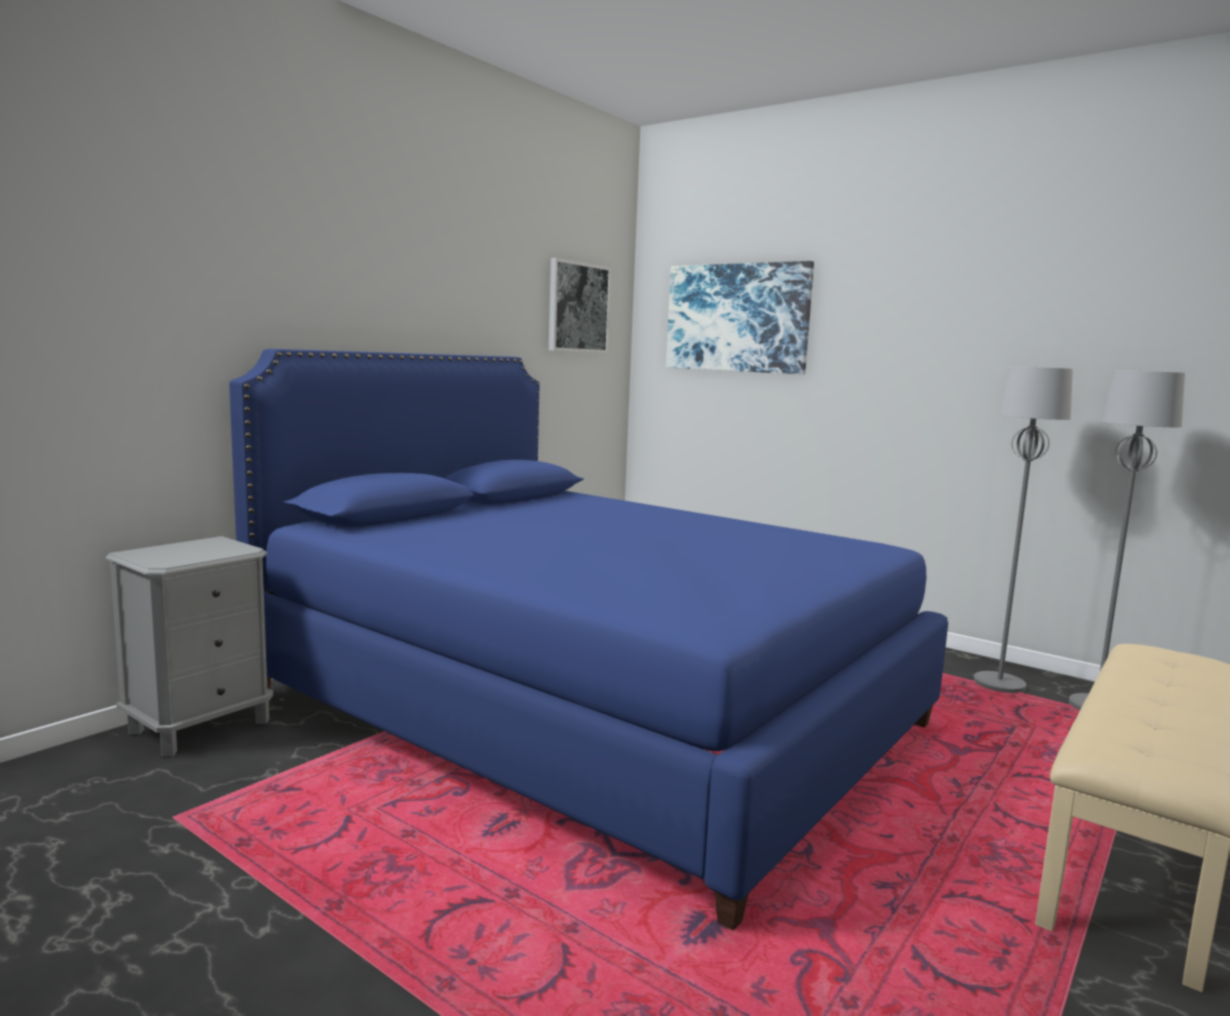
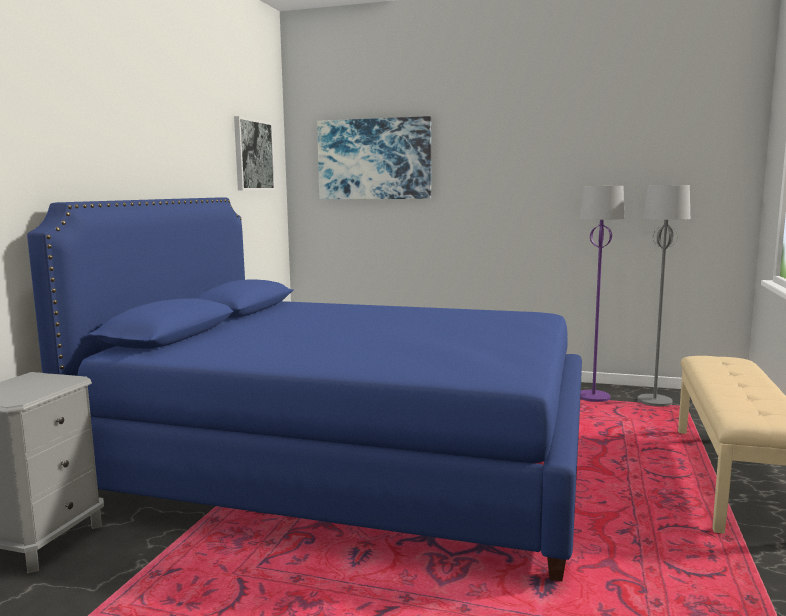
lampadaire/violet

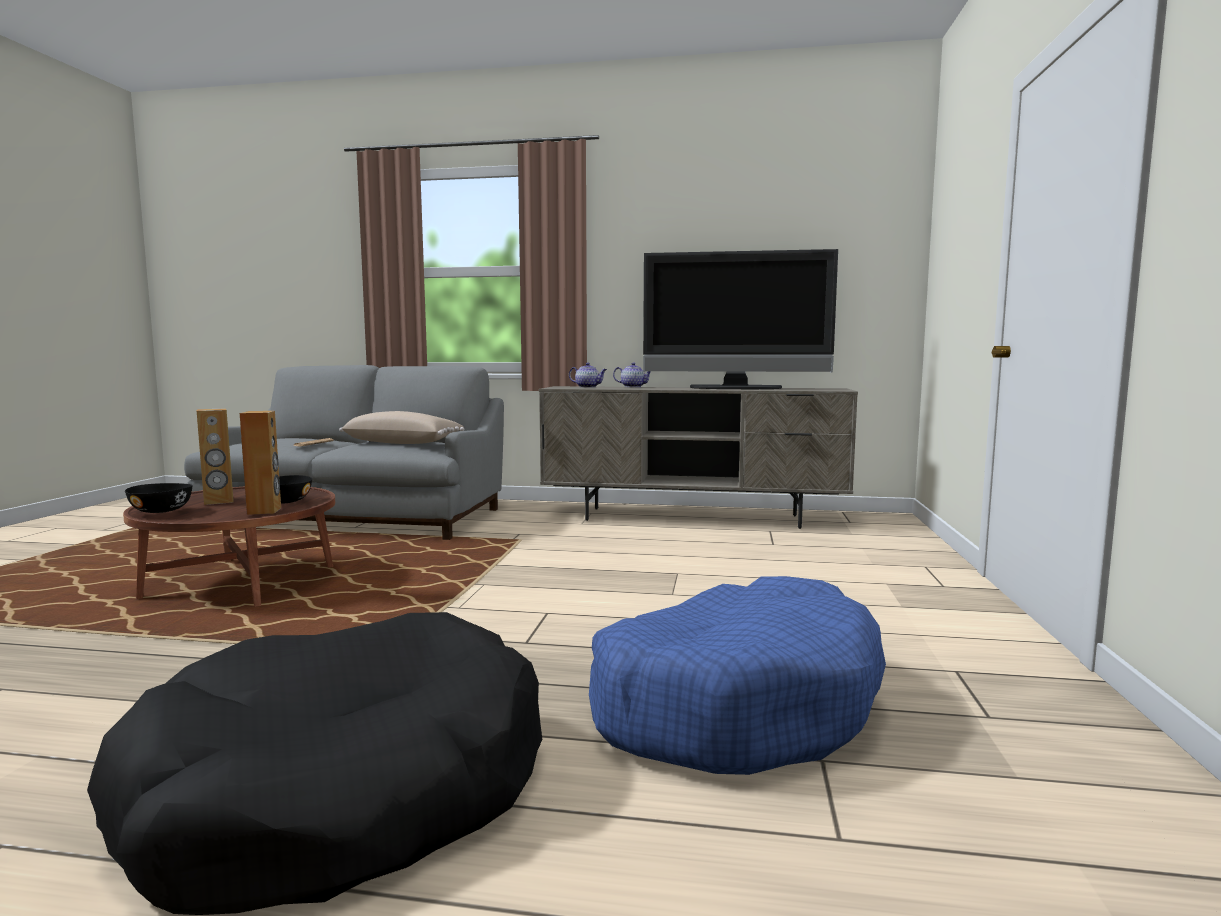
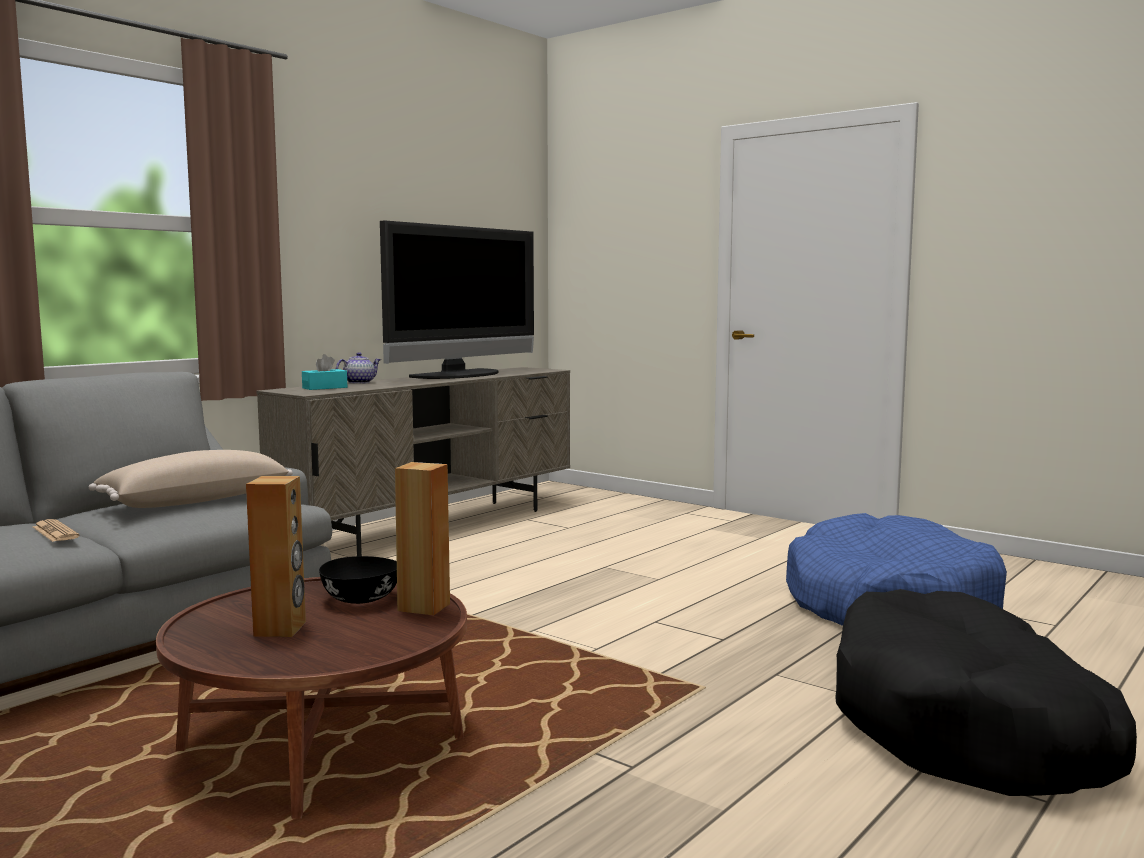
boîte à mouchoirs/turquoise
bol/noir (1st from left in the first image)

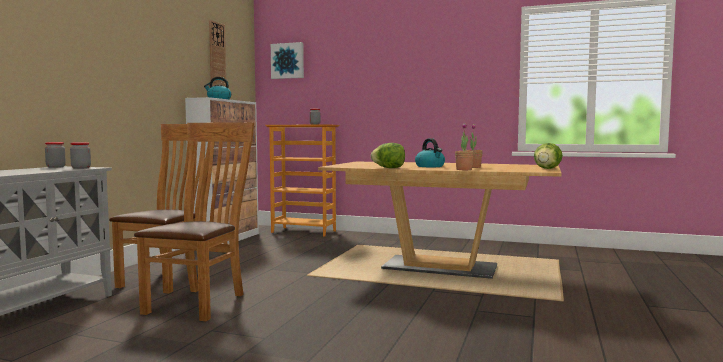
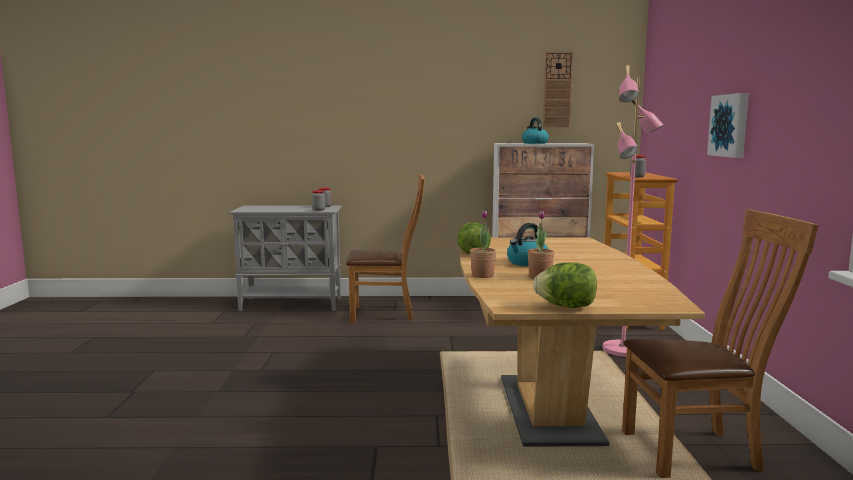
lampadaire/rose
chaise/marron (2nd from left)
tableau

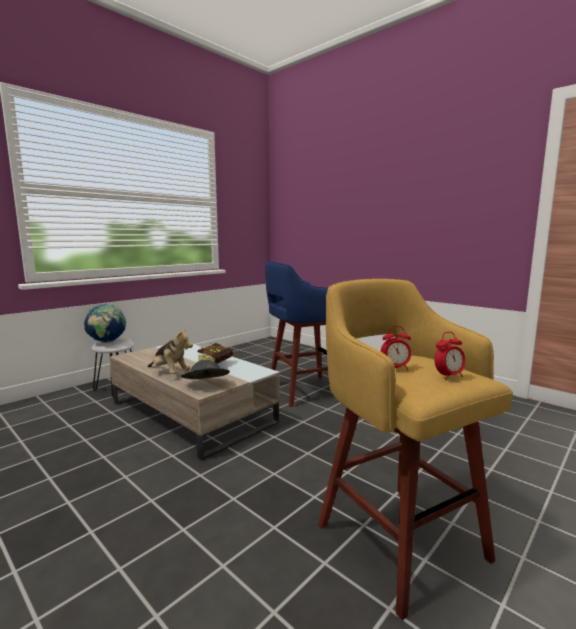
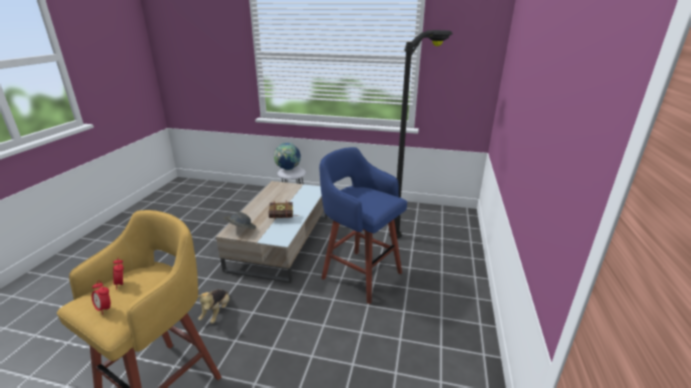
peluche
lampadaire/noir

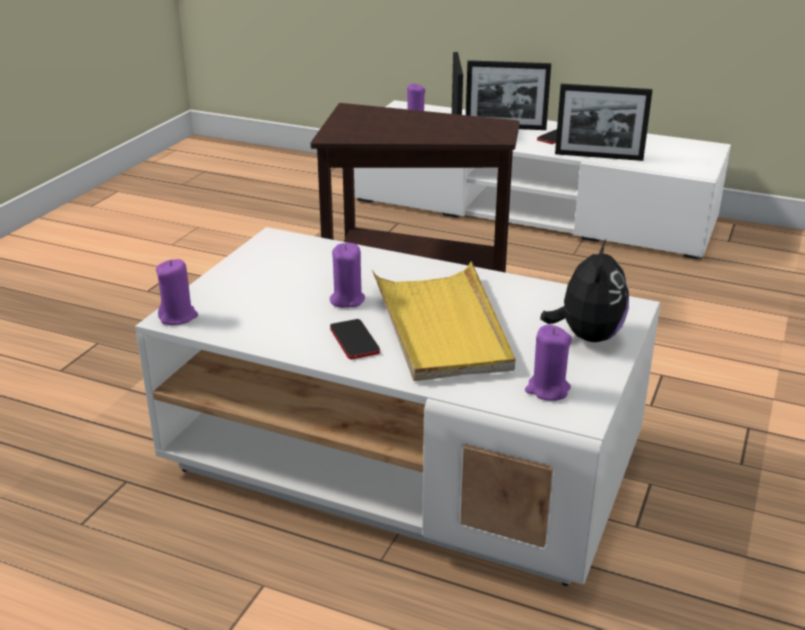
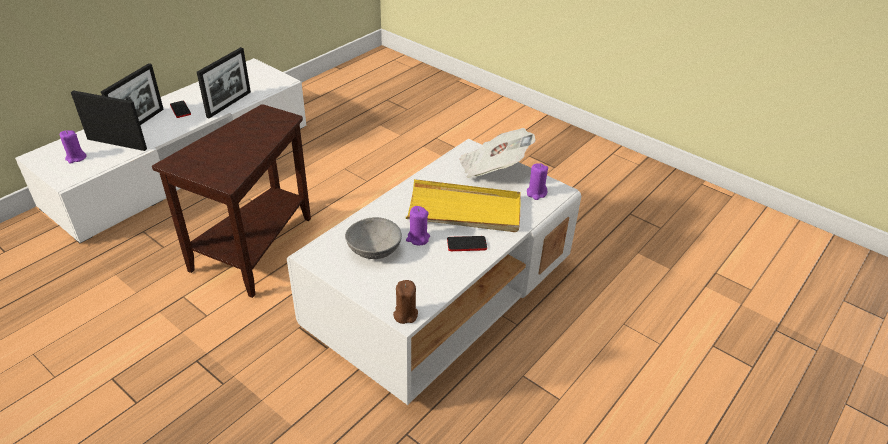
bol/gris
bougie/marron
journal

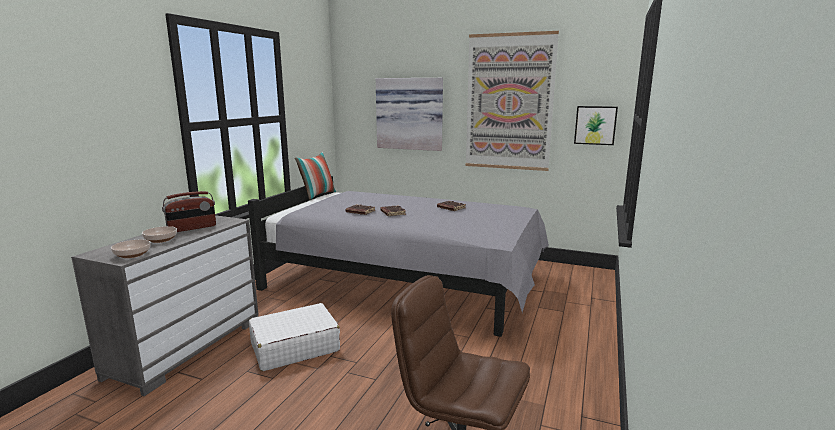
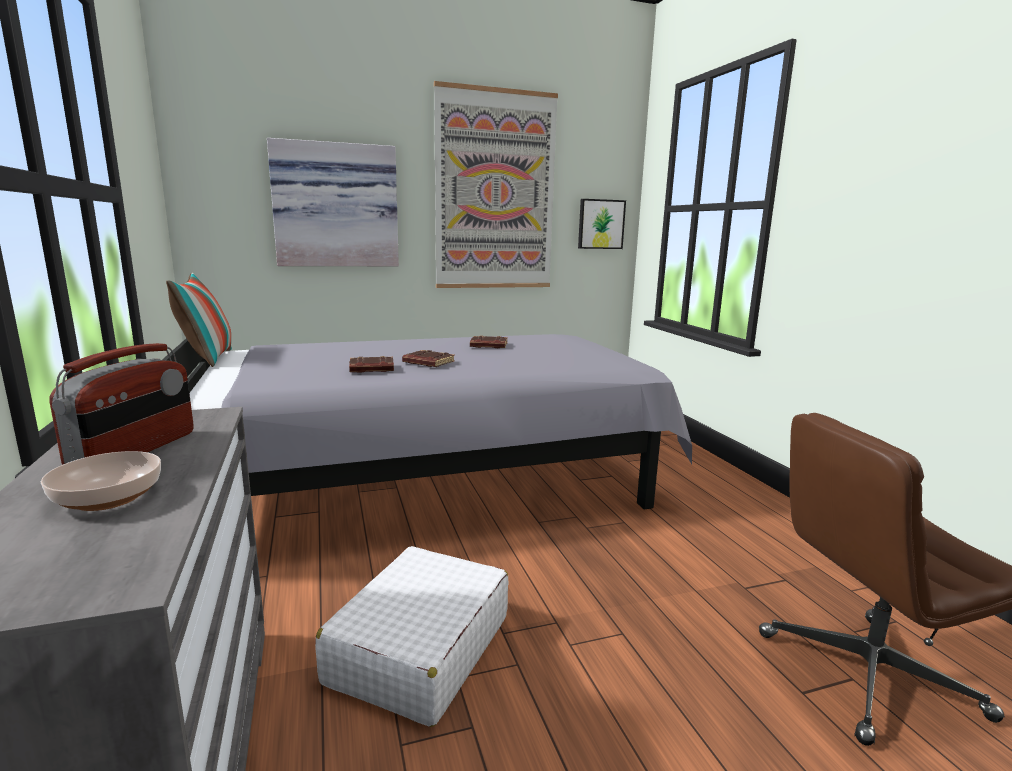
bol (1st from left in the first image)

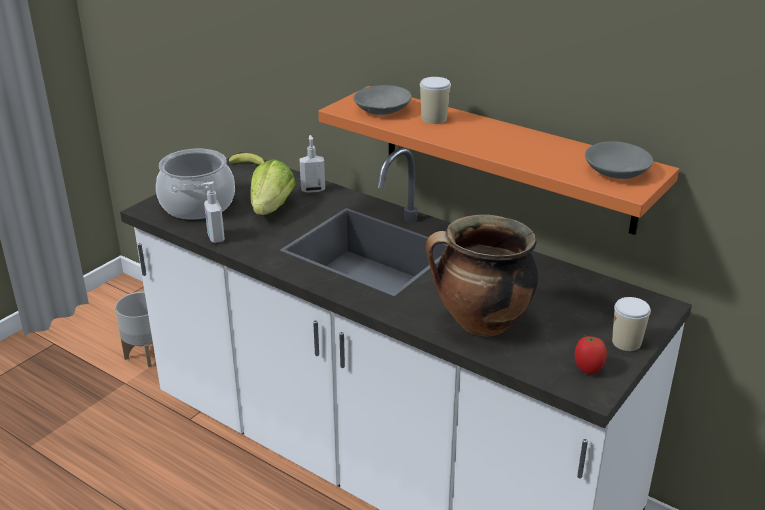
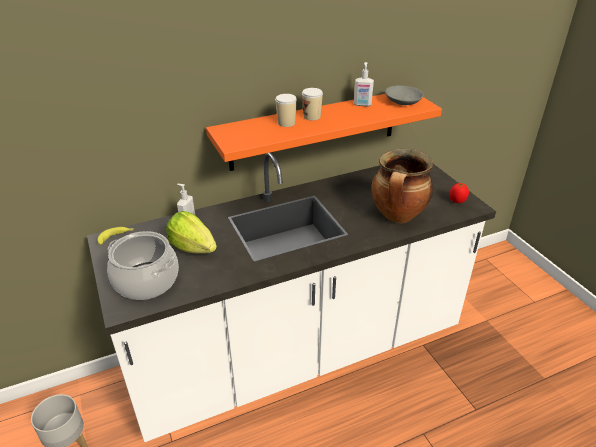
tasse (2nd from left)
distributeur de savon (2nd from left)
bol/gris (1st from left in the first image)

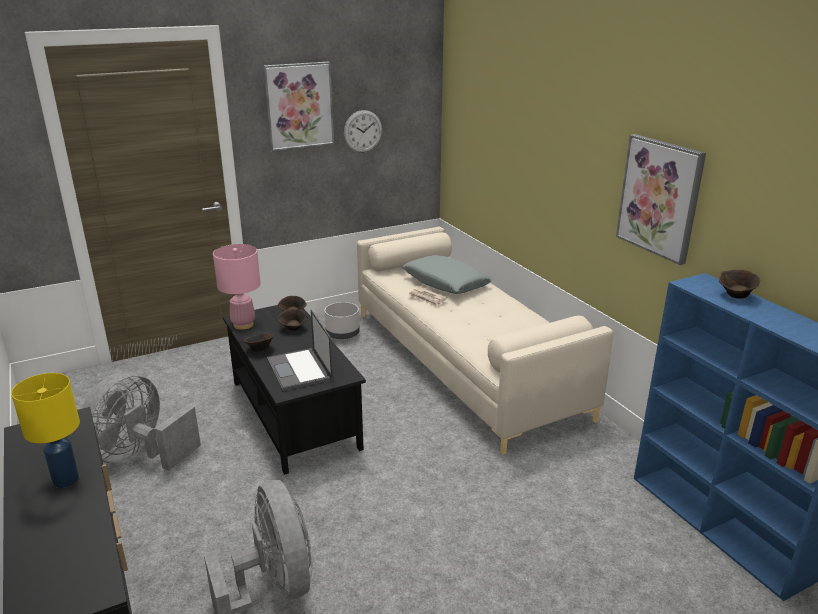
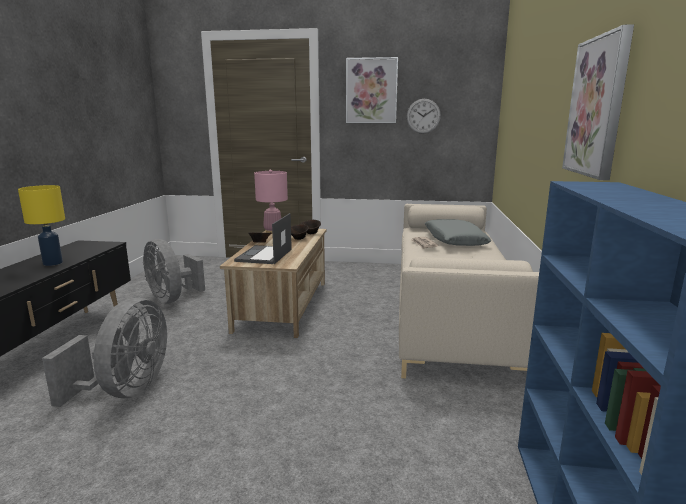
ventilateur/gris (2nd from left)
table basse/beige
cache-pot/gris
bol/marron (4th from left in the first image)

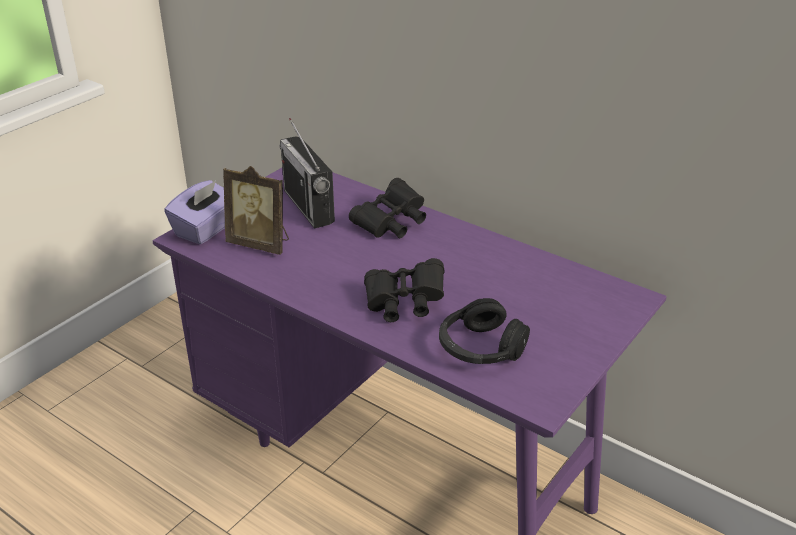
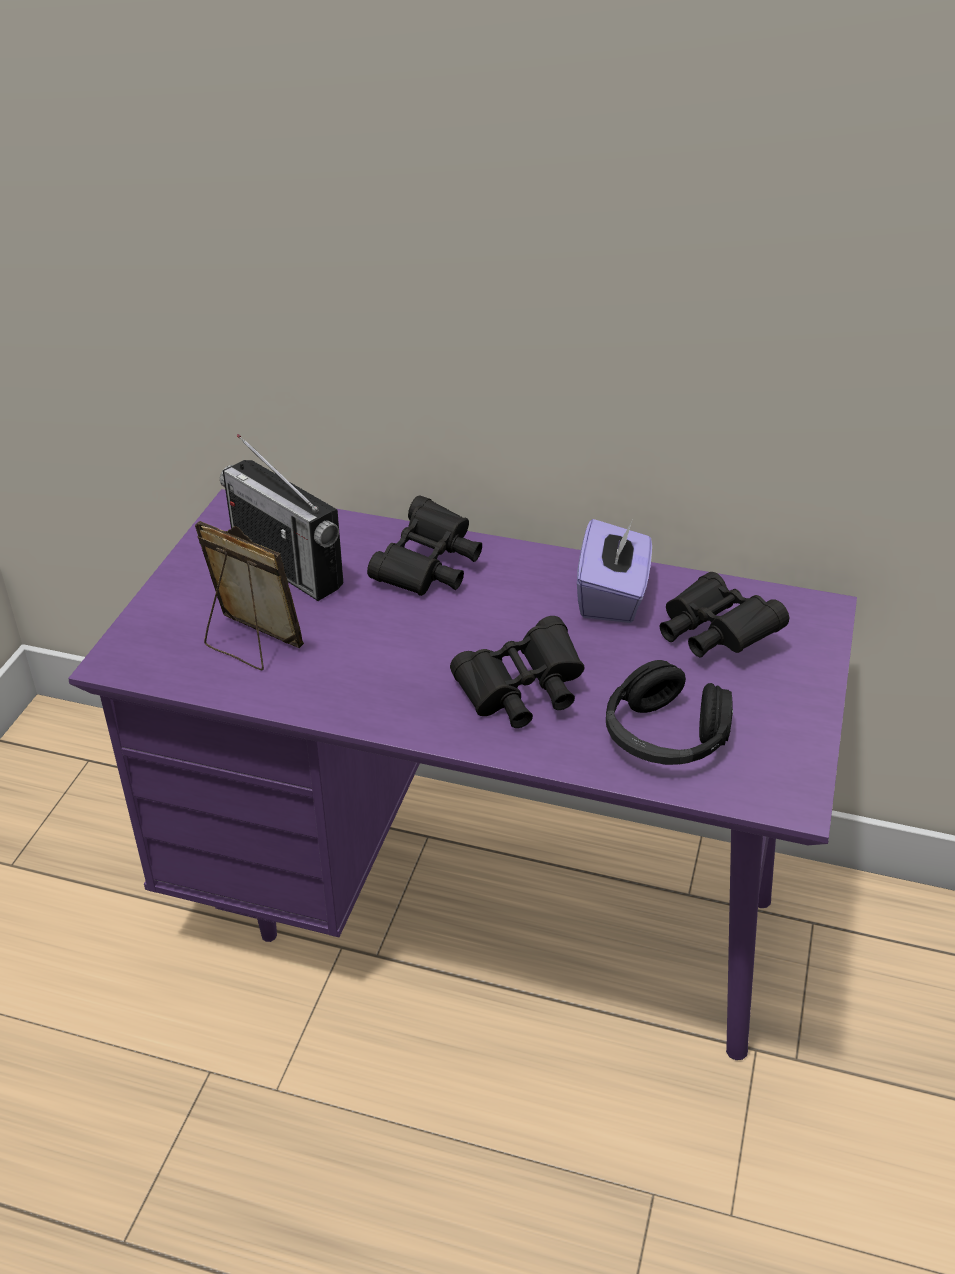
cadre photo
boîte à mouchoirs/violet
jumelles/noir (3rd from left)

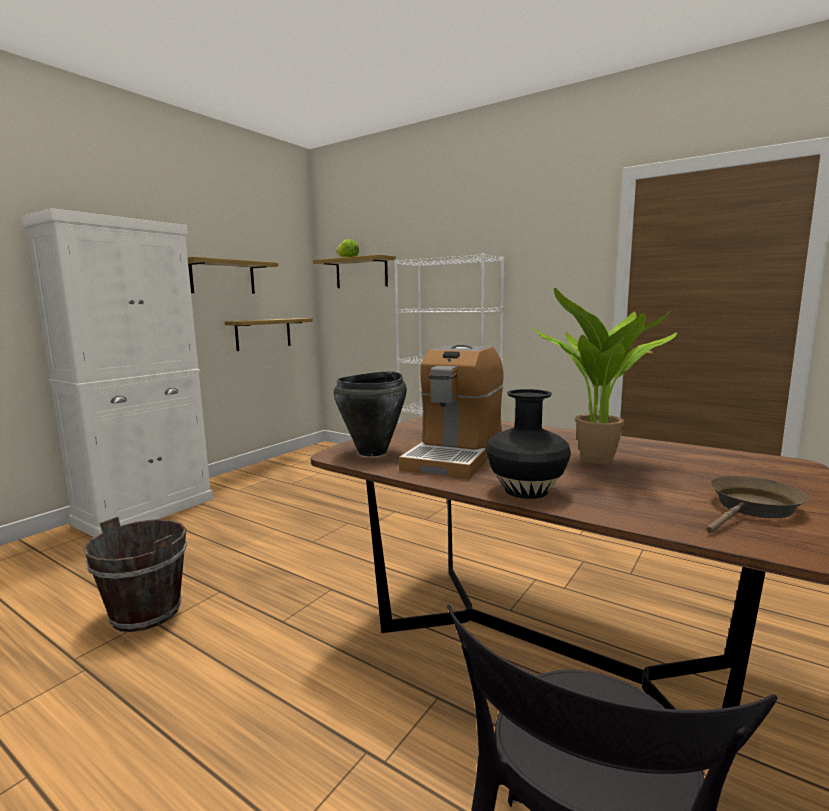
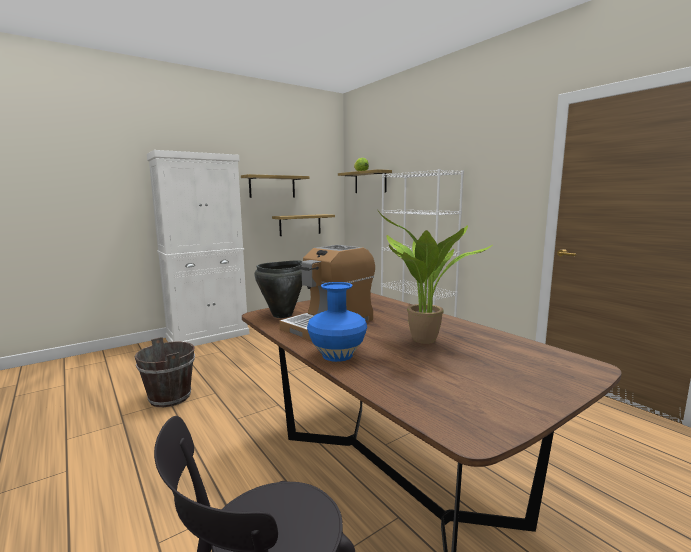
vase/bleu
poêle/marron

